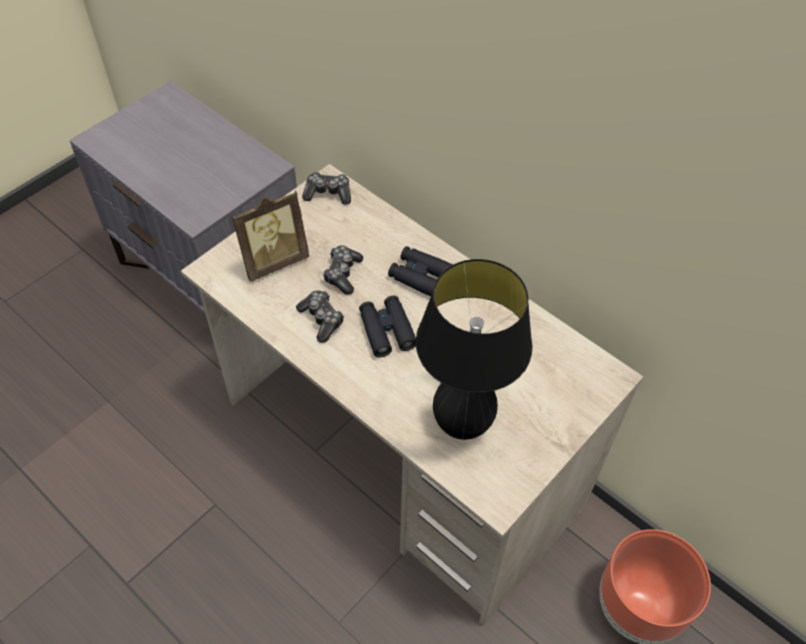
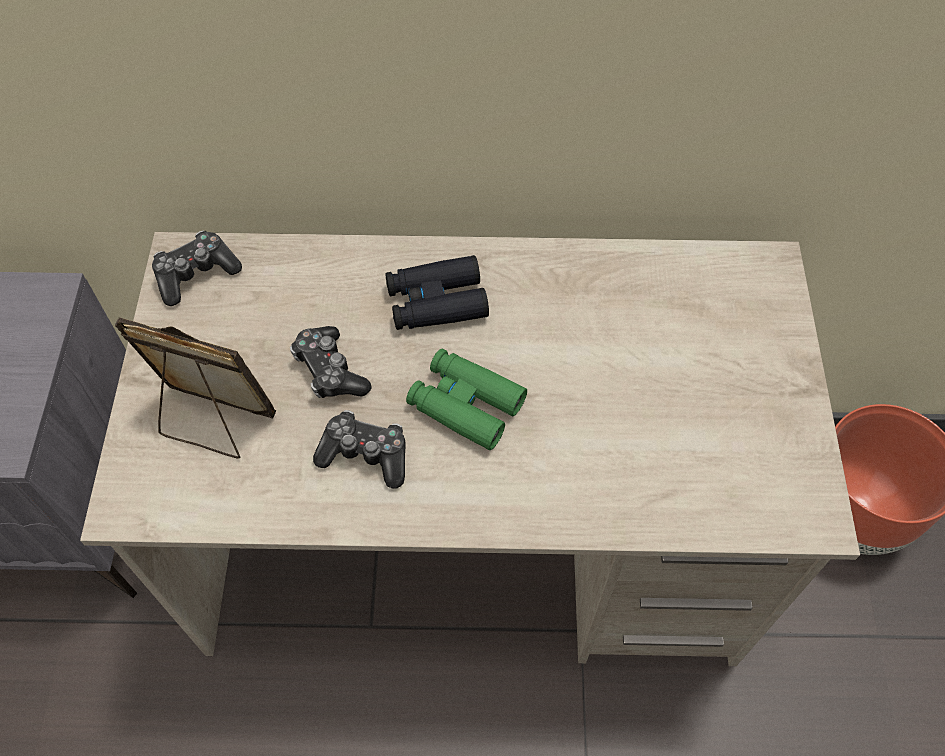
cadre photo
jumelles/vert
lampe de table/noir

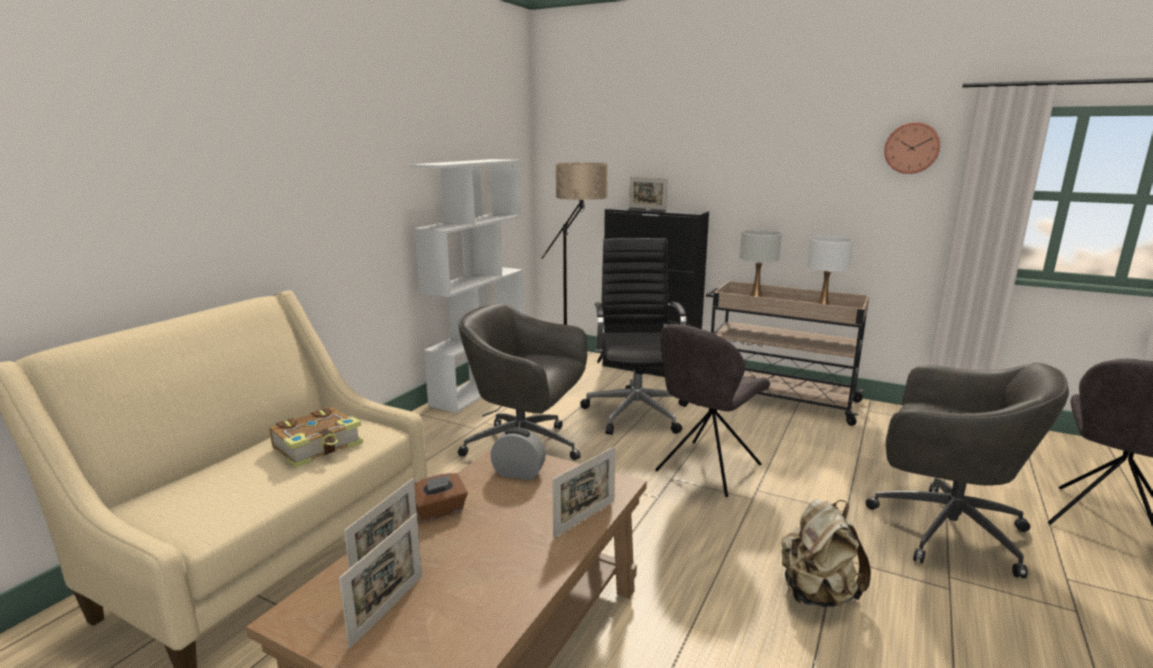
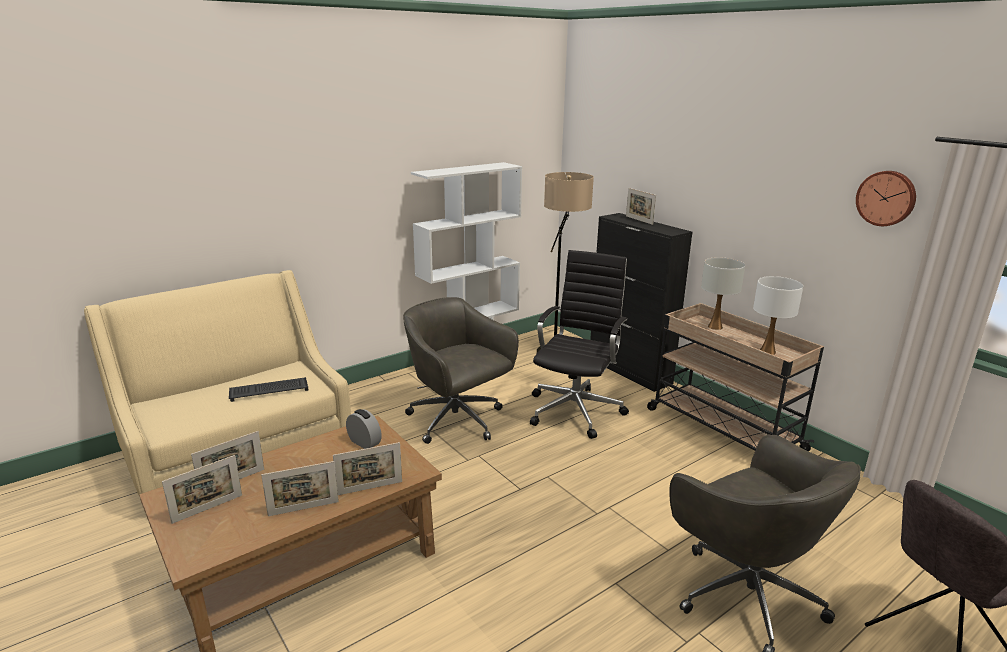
clavier
cadre photo (3rd from left)
boîte à mouchoirs/marron
chaise/gris (1st from left in the first image)
sac à dos/beige

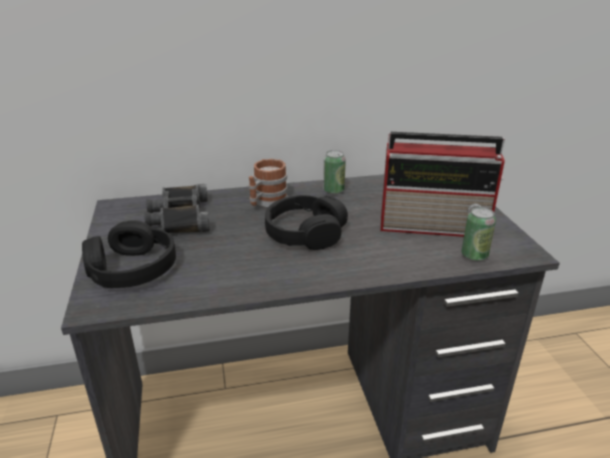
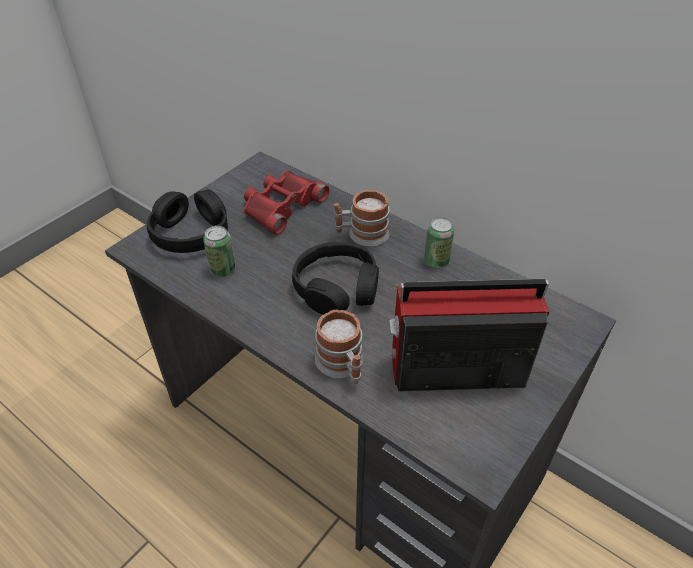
boîte métallique (1st from left)
jumelles/rouge
mug (1st from left)
radio

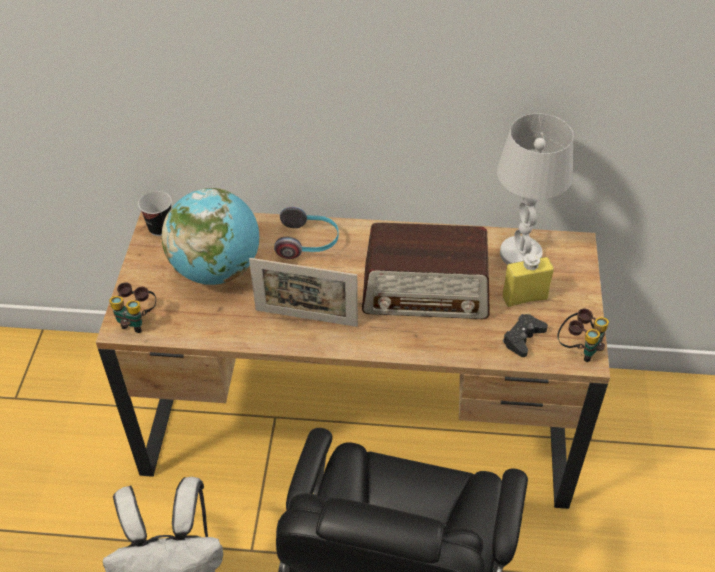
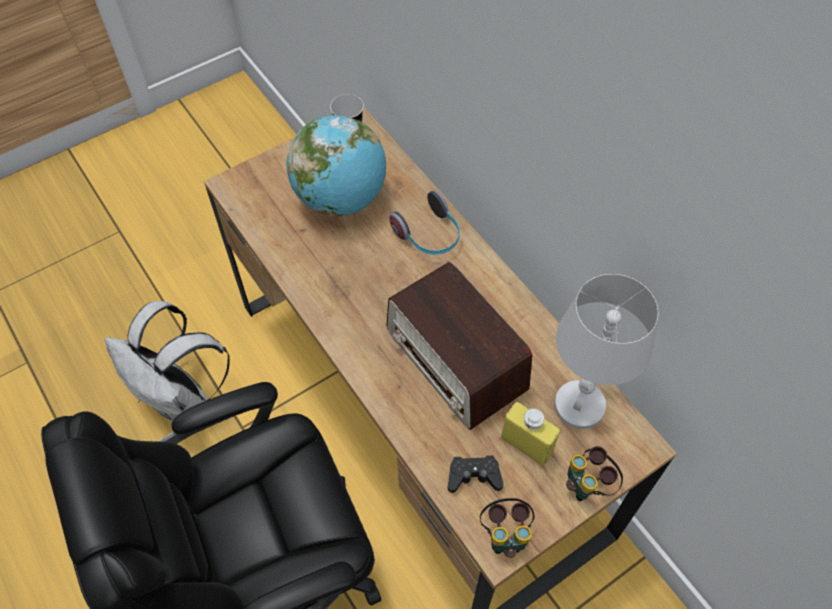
jumelles (2nd from left)
cadre photo

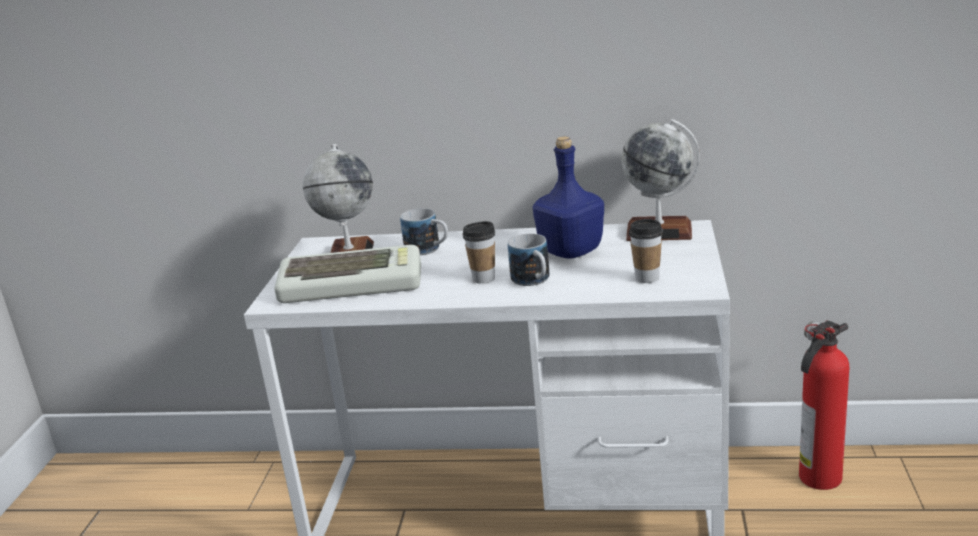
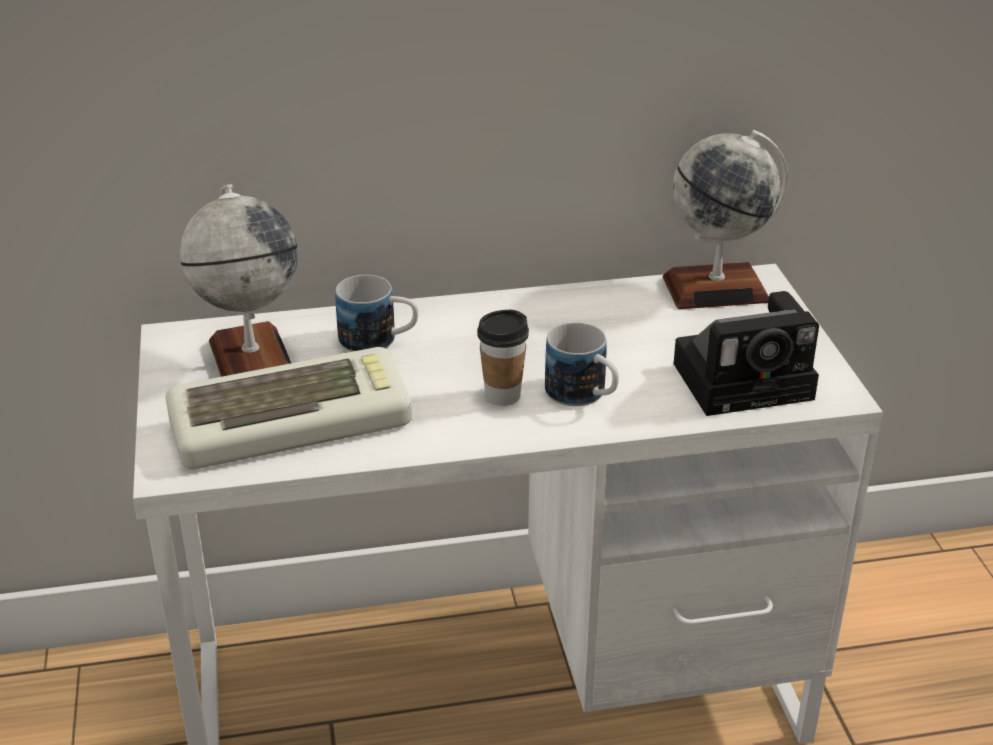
appareil photo
bouteille/bleu
extincteur

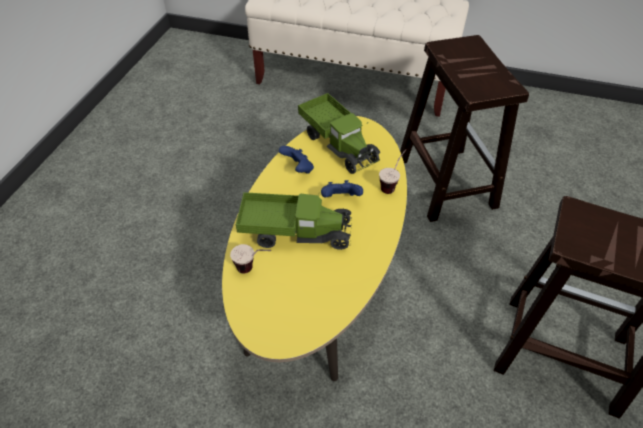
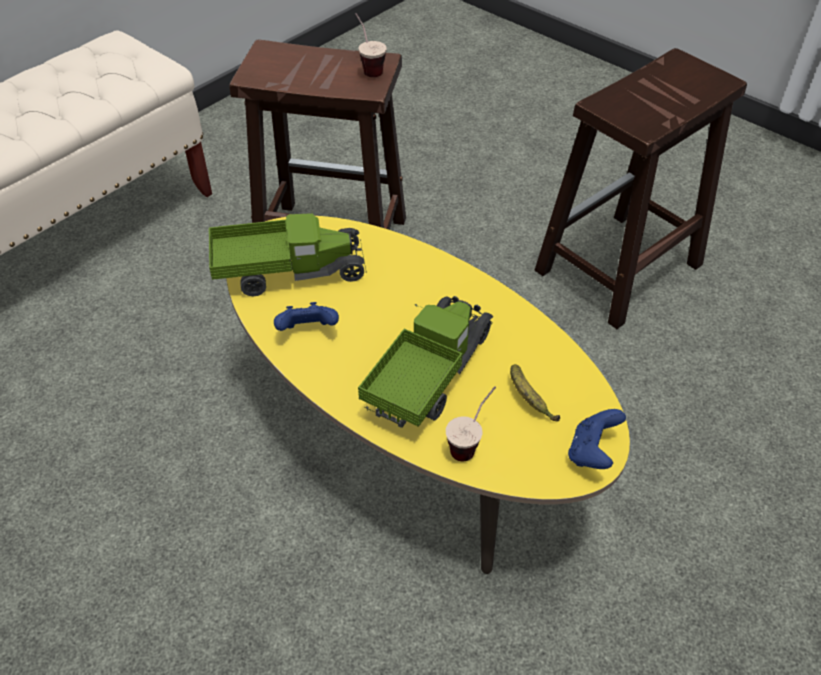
tasse (1st from left)
banane
manette/bleu (2nd from left)

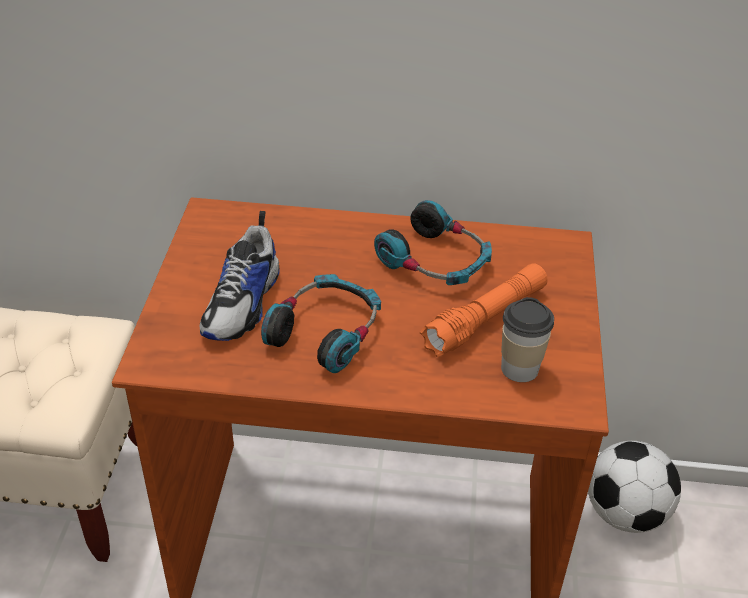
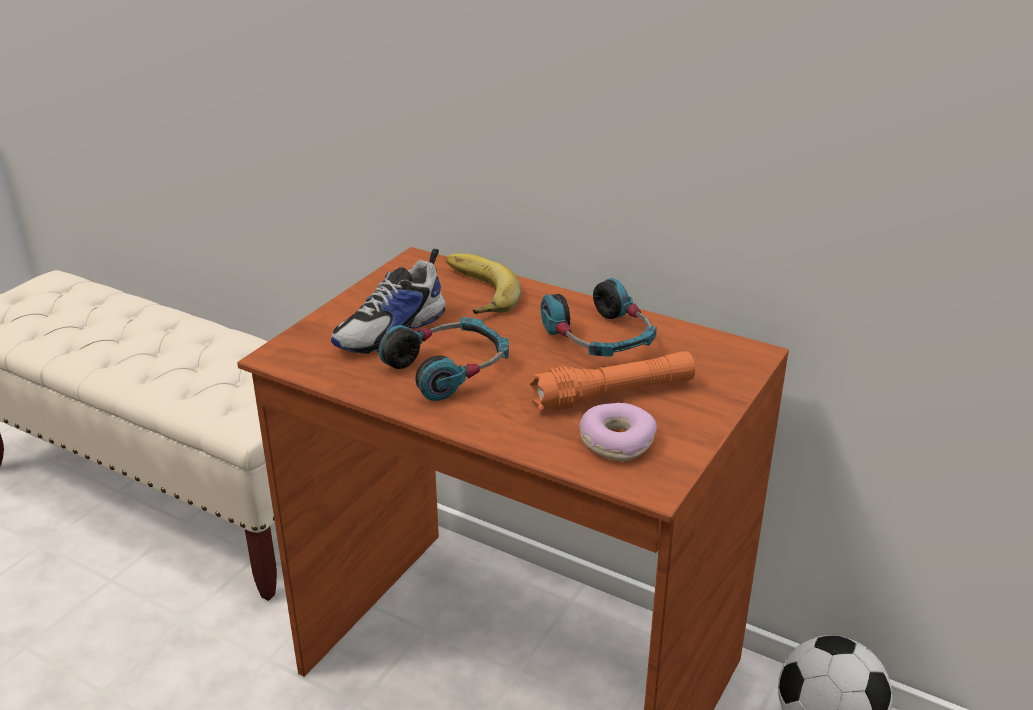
banane
beignet

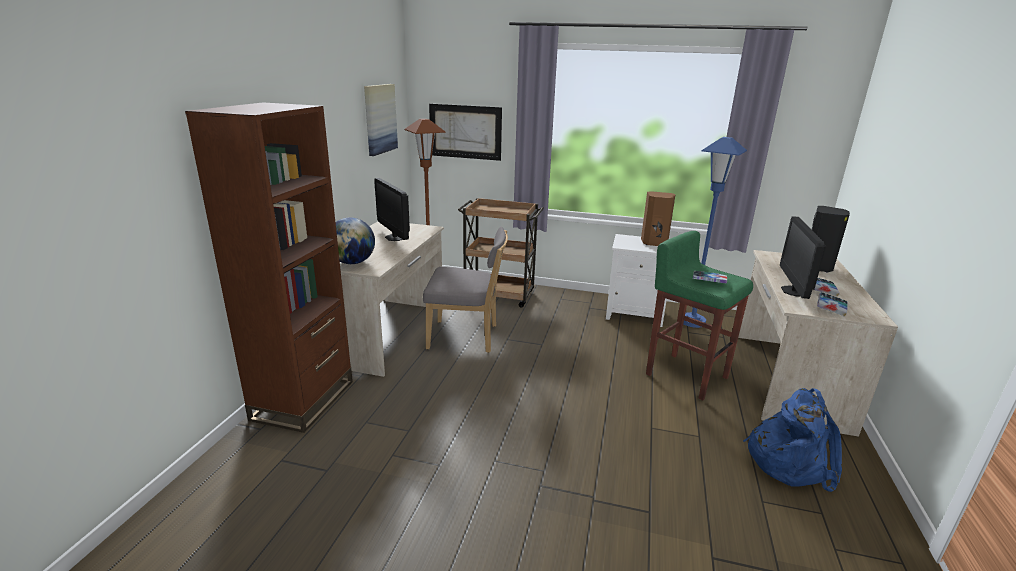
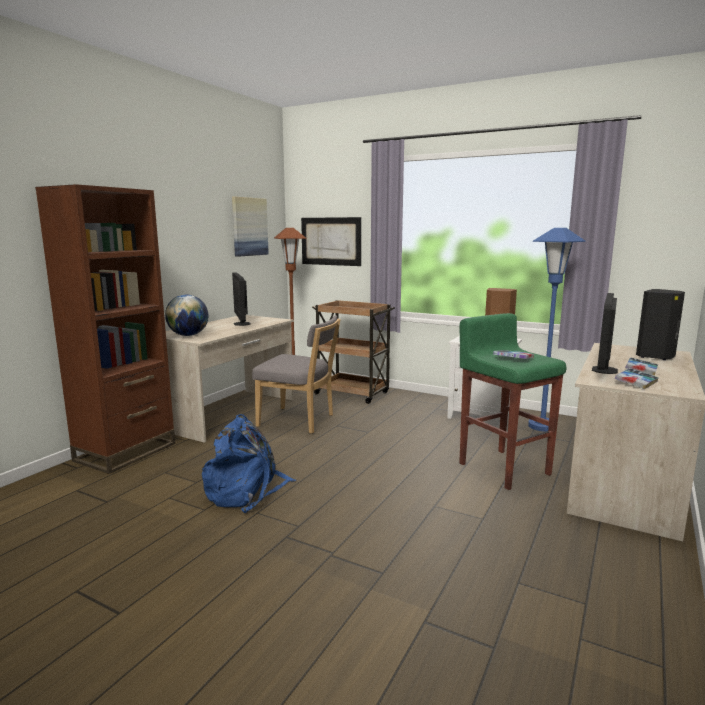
sac à dos/bleu

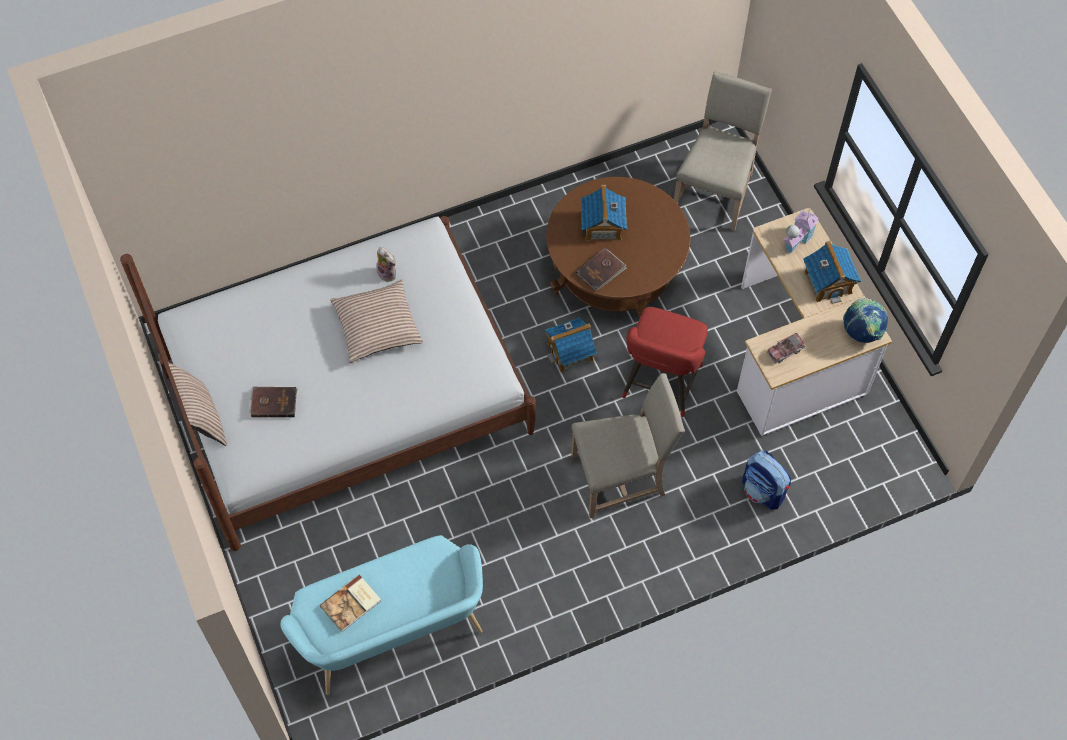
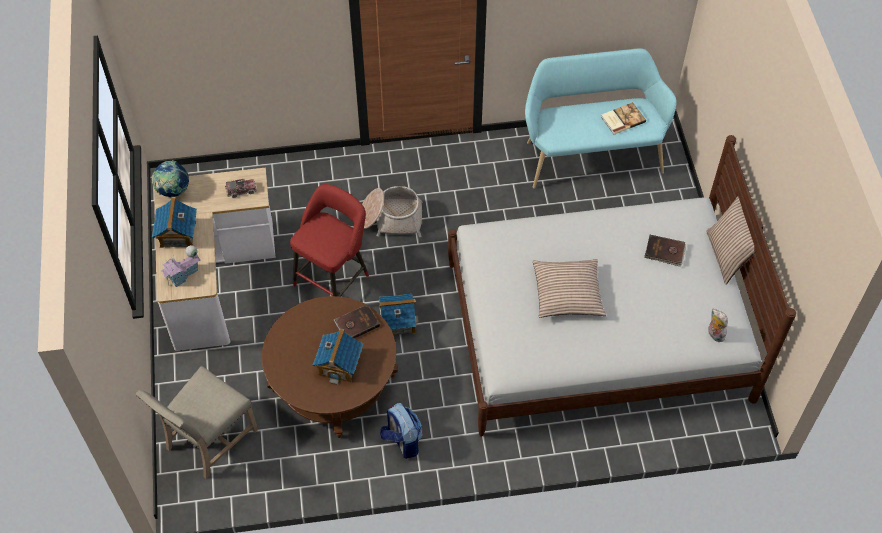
panier
sac à dos
peluche

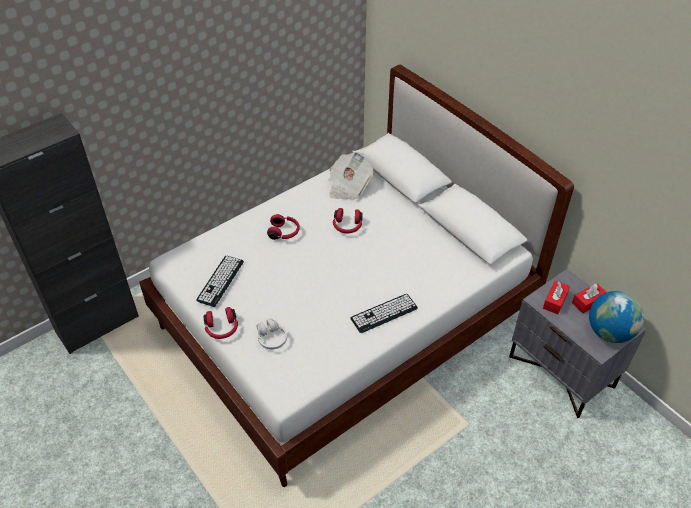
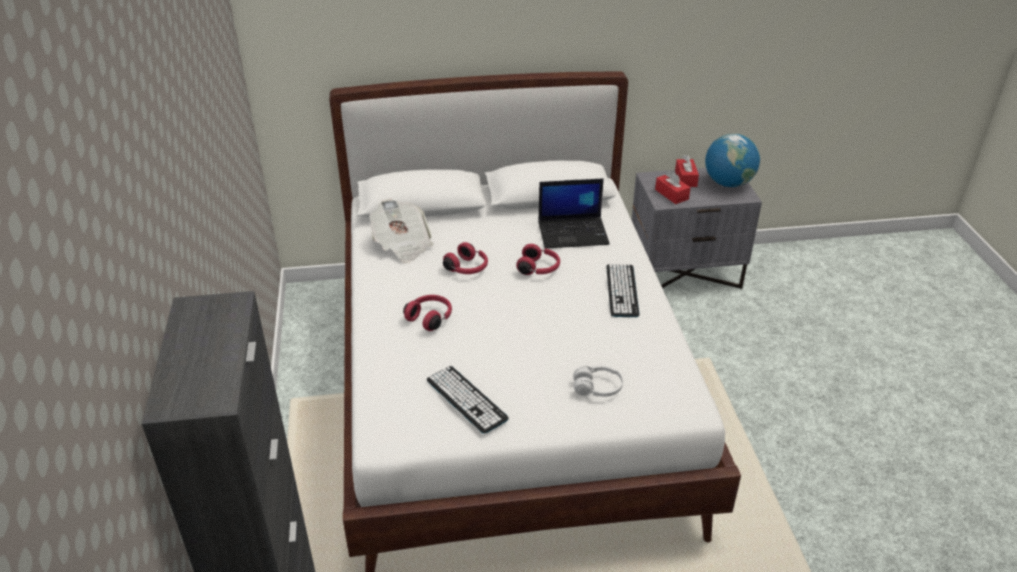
casque audio/rouge (3rd from left)
ordinateur portable

